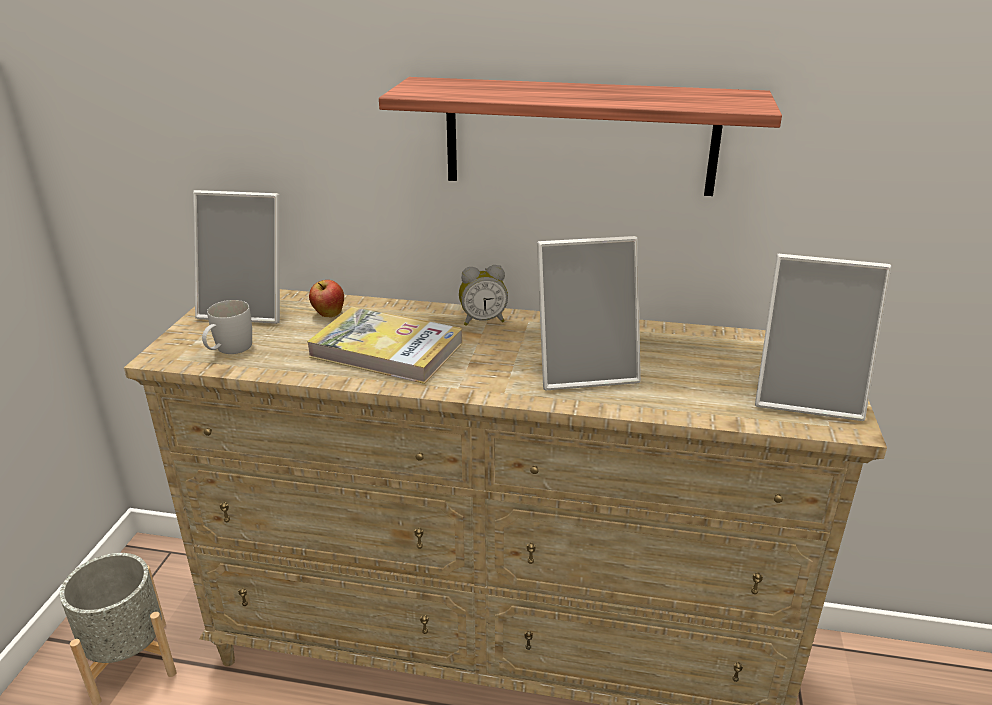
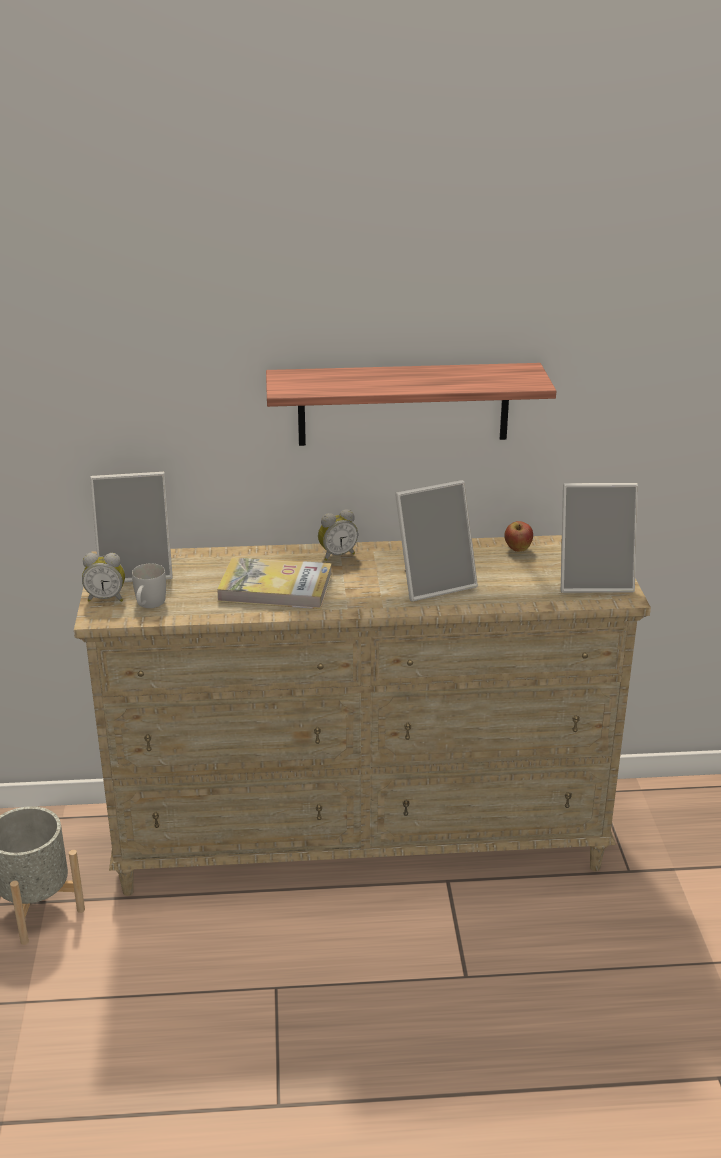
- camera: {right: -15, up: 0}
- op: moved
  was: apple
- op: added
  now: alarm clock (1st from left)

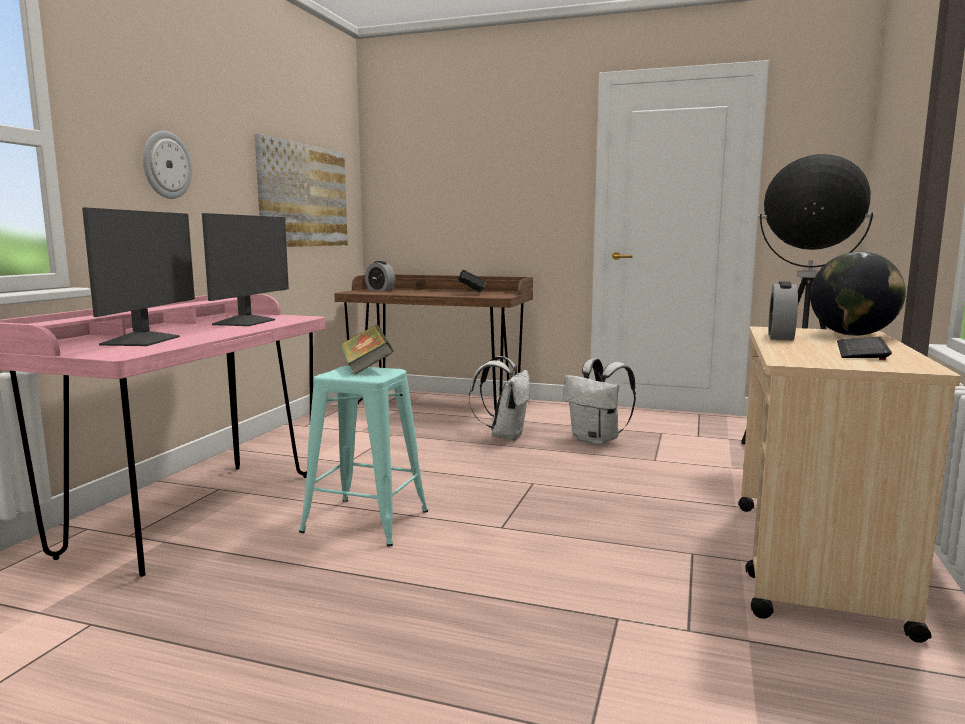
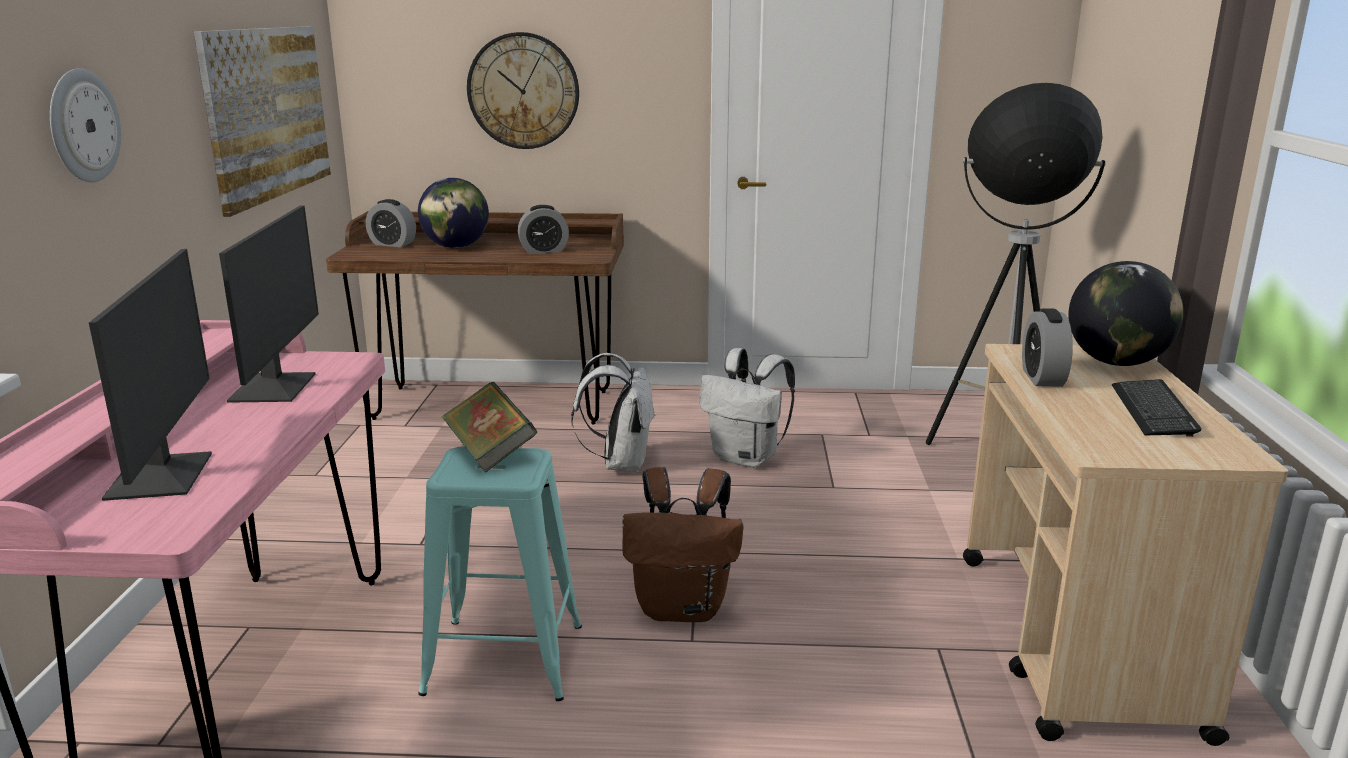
- camera: {right: -15, up: 10}
- op: replaced
  was: bound book (2nd from left)
  now: alarm clock (2nd from left)
- op: added
  now: hanging clock (2nd from left)
- op: added
  now: world globe (1st from left)
- op: added
  now: brownish rucksack

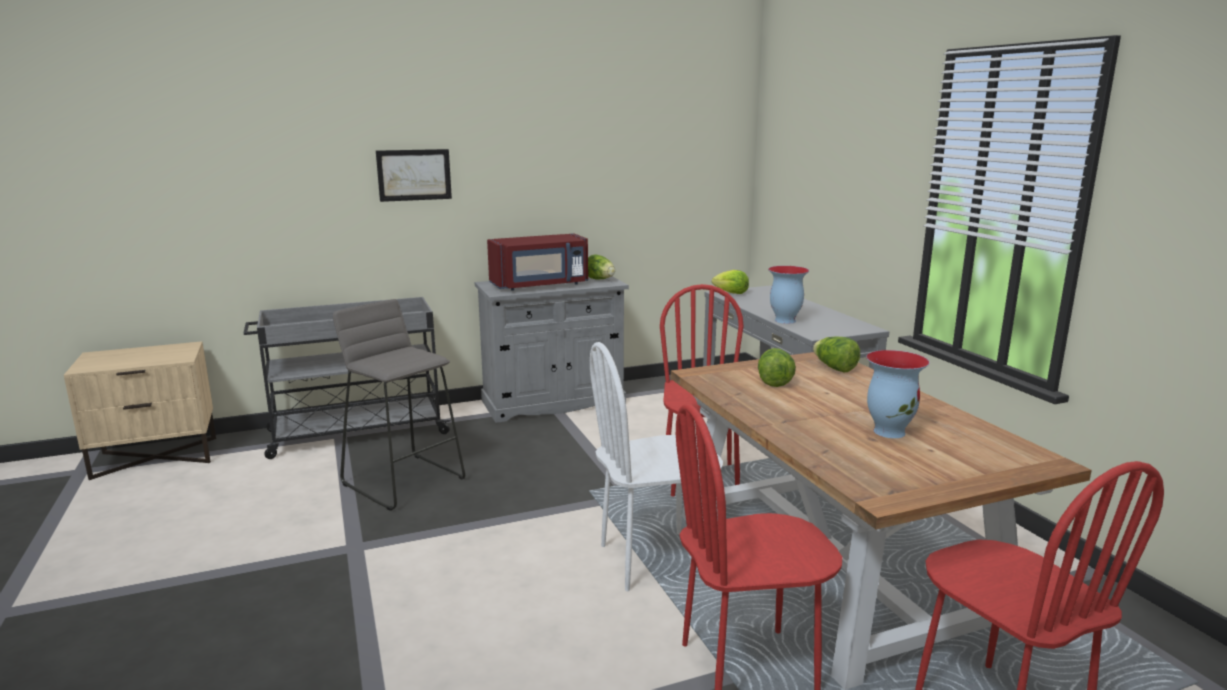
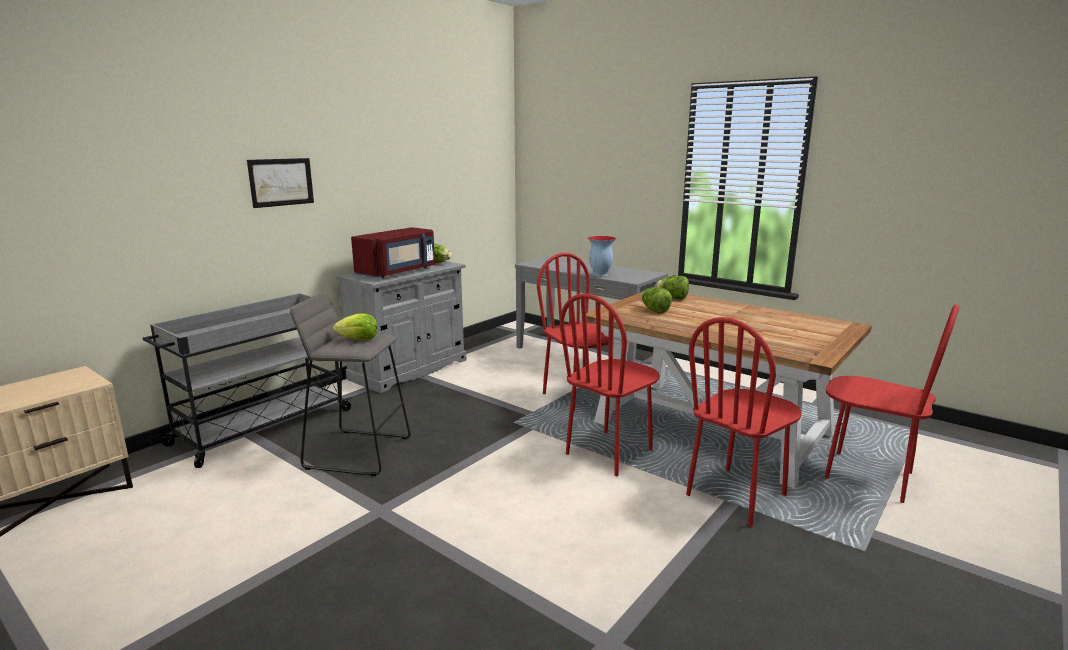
- camera: {right: -30, up: 0}
- op: moved
  was: lettuce (2nd from left in the first image)
  now: lettuce (1st from left)
- op: recoloured
  was: white-coloured upright chair
  now: red-coloured upright chair (2nd from left)
- op: removed
  was: vase (2nd from left)

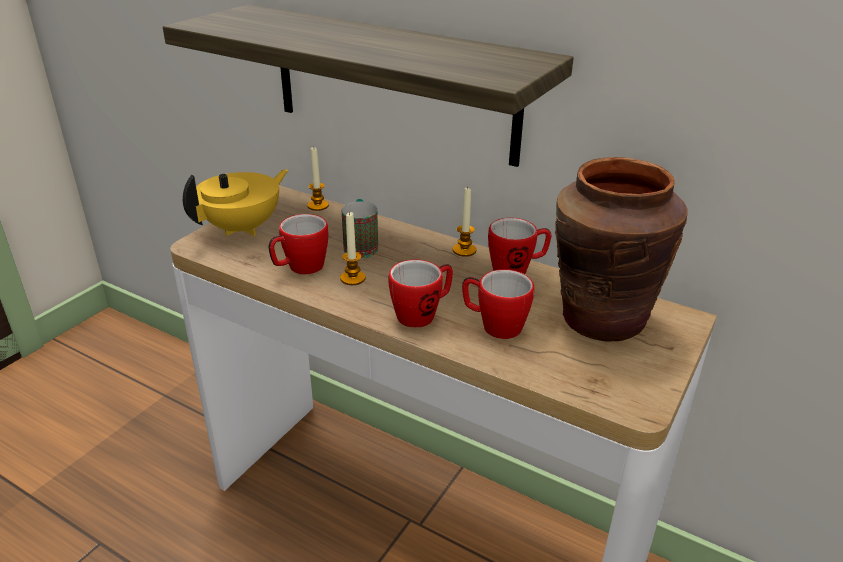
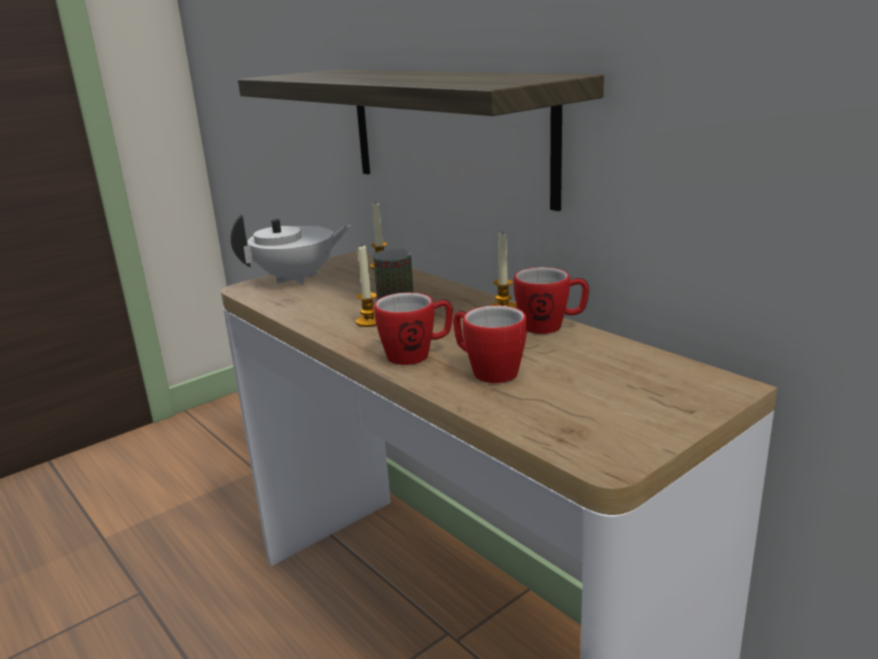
- camera: {right: 20, up: -10}
- op: removed
  was: brownish vase
- op: recoloured
  was: yellowish teapot
  now: white-coloured teapot
- op: removed
  was: coffee mug (1st from left)

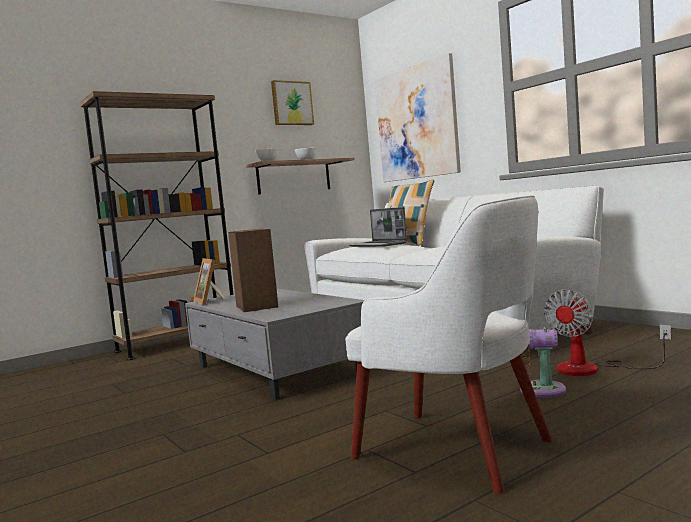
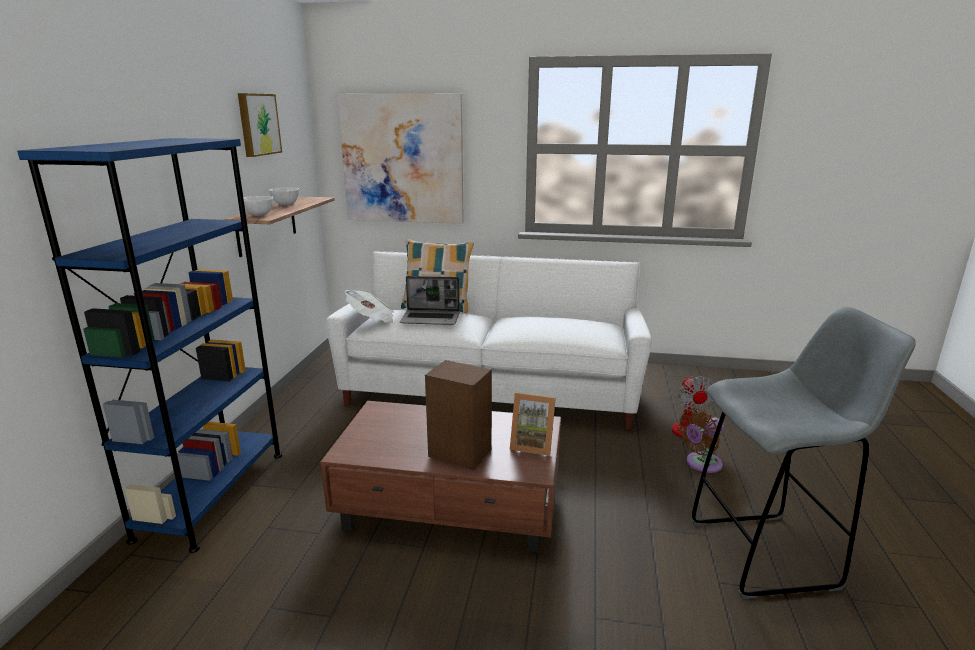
- camera: {right: -45, up: 15}
- op: recoloured
  was: brownish shelving unit
  now: bluish shelving unit
- op: replaced
  was: white-coloured easy chair
  now: greyish stool
- op: moved
  was: picture frame
- op: recoloured
  was: greyish low table
  now: brownish low table
- op: added
  now: printed paper

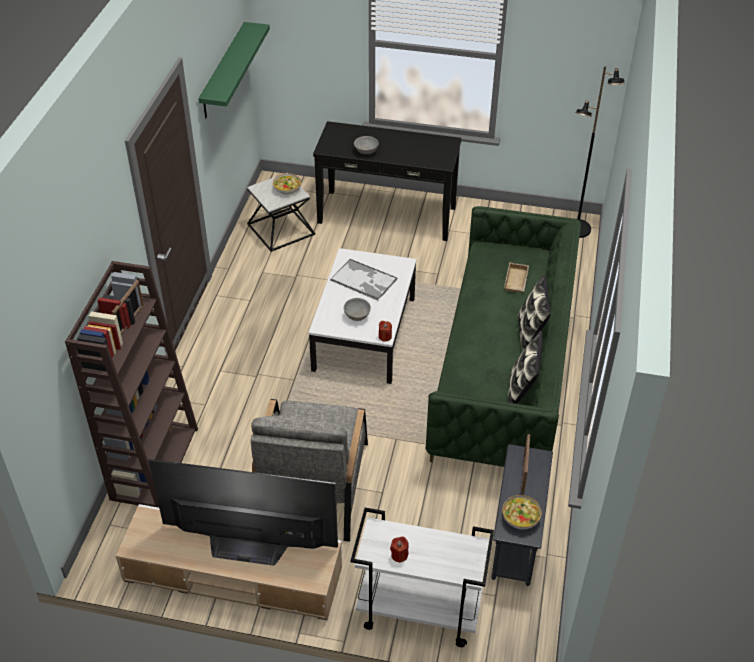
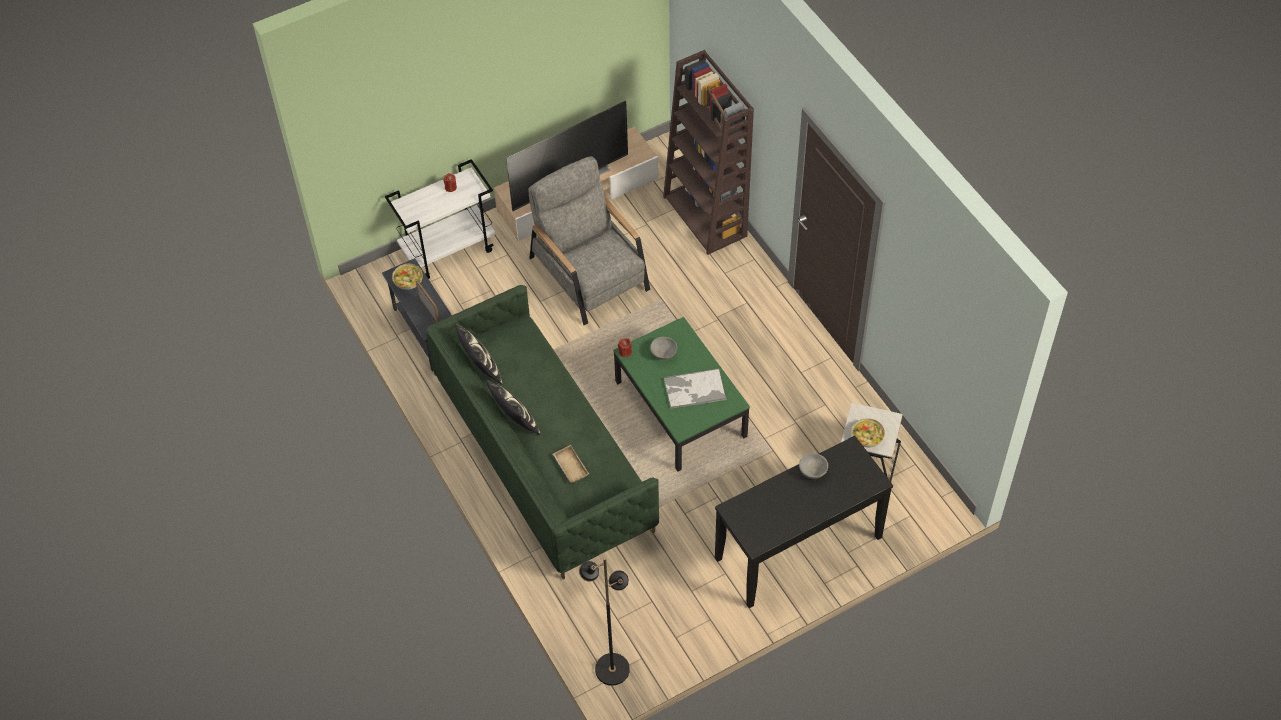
- camera: {right: 140, up: 10}
- op: removed
  was: green-coloured shelf
- op: recoloured
  was: white-coloured low table
  now: green-coloured low table

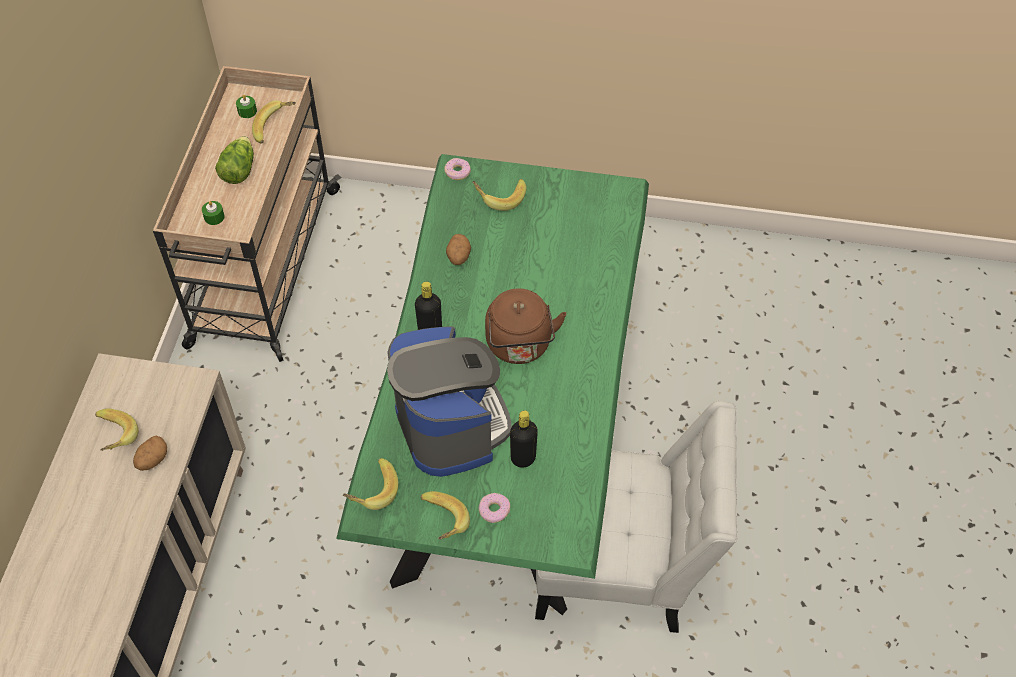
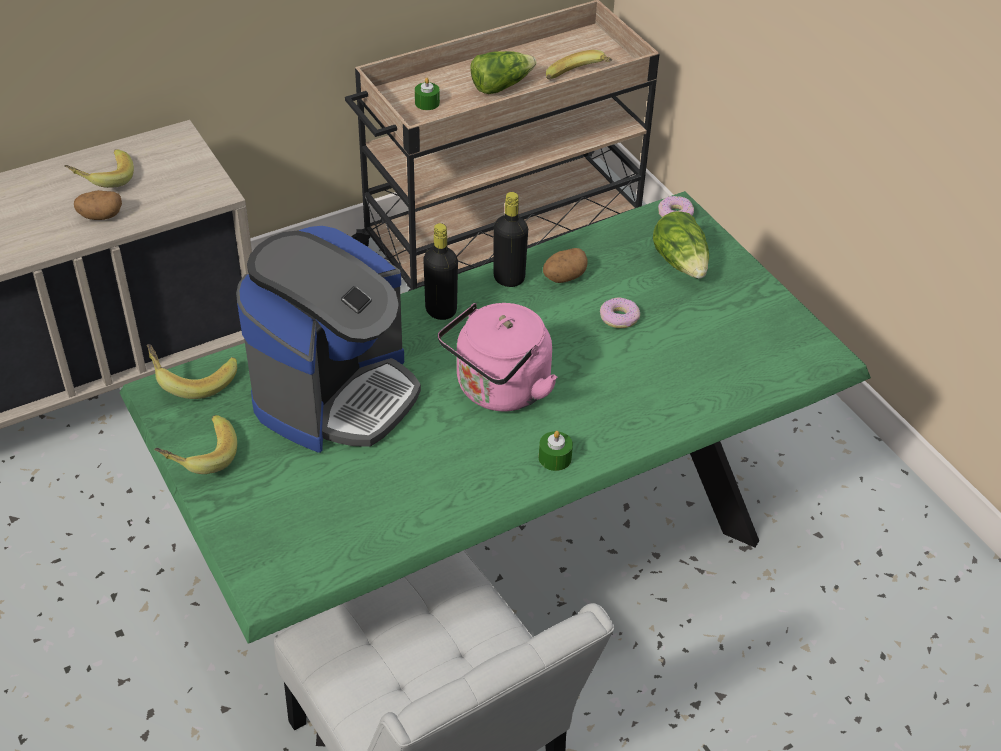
- camera: {right: 50, up: -10}
- op: moved
  was: green-coloured candle (2nd from left)
- op: replaced
  was: banana fruit (5th from left)
  now: lettuce (2nd from left)
- op: recoloured
  was: brownish tea kettle
  now: pink-coloured tea kettle
- op: moved
  was: blackish beverage bottle (2nd from left)
- op: moved
  was: donut (2nd from left in the first image)
  now: donut (1st from left)

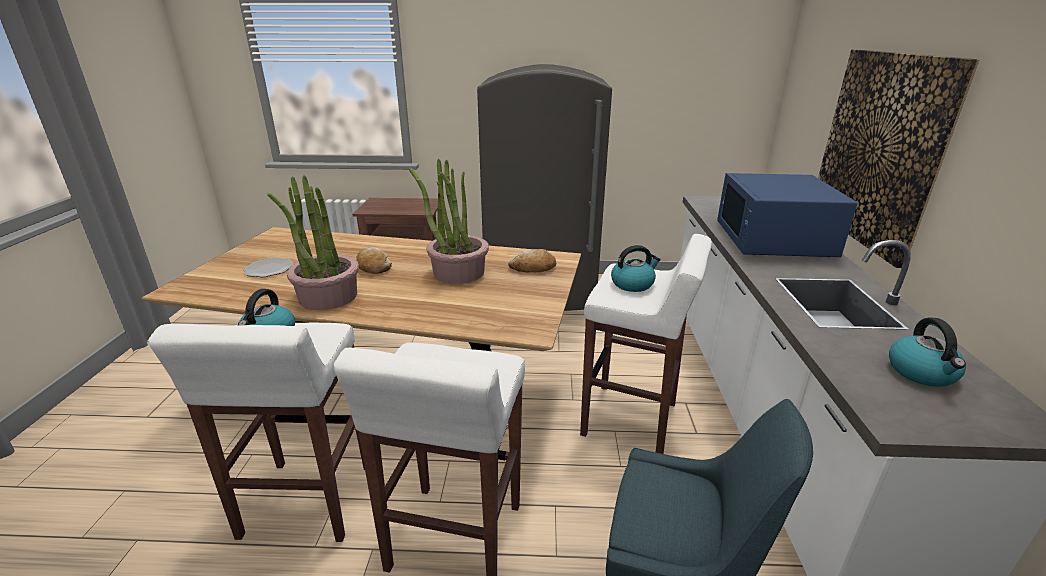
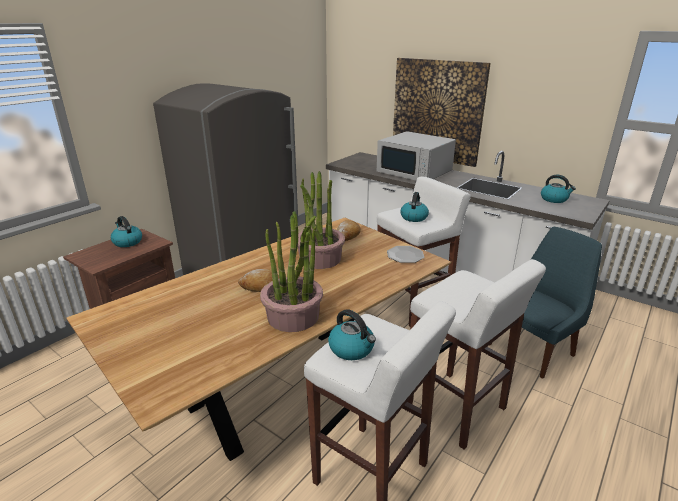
- camera: {right: -55, up: 0}
- op: recoloured
  was: bluish microwave
  now: white-coloured microwave
- op: moved
  was: flat dish
- op: added
  now: tea kettle (1st from left)

